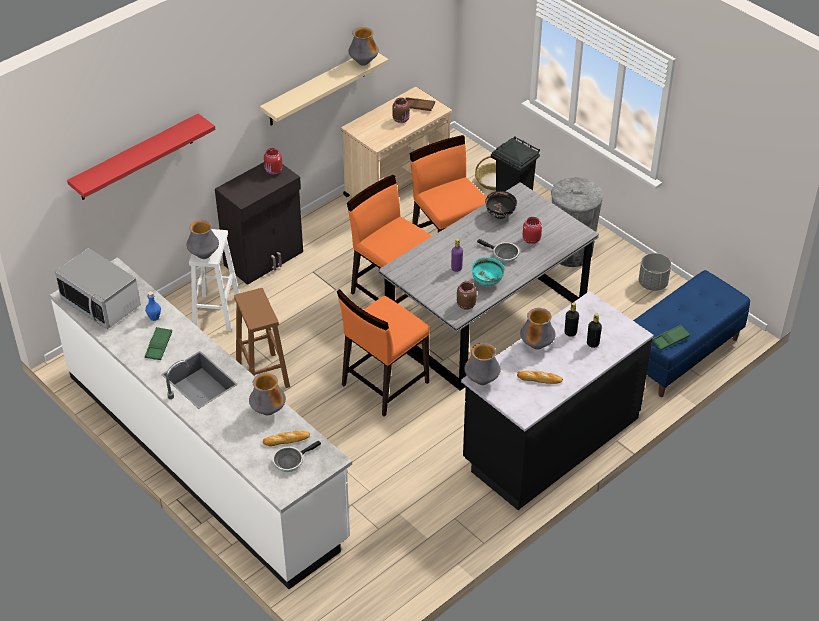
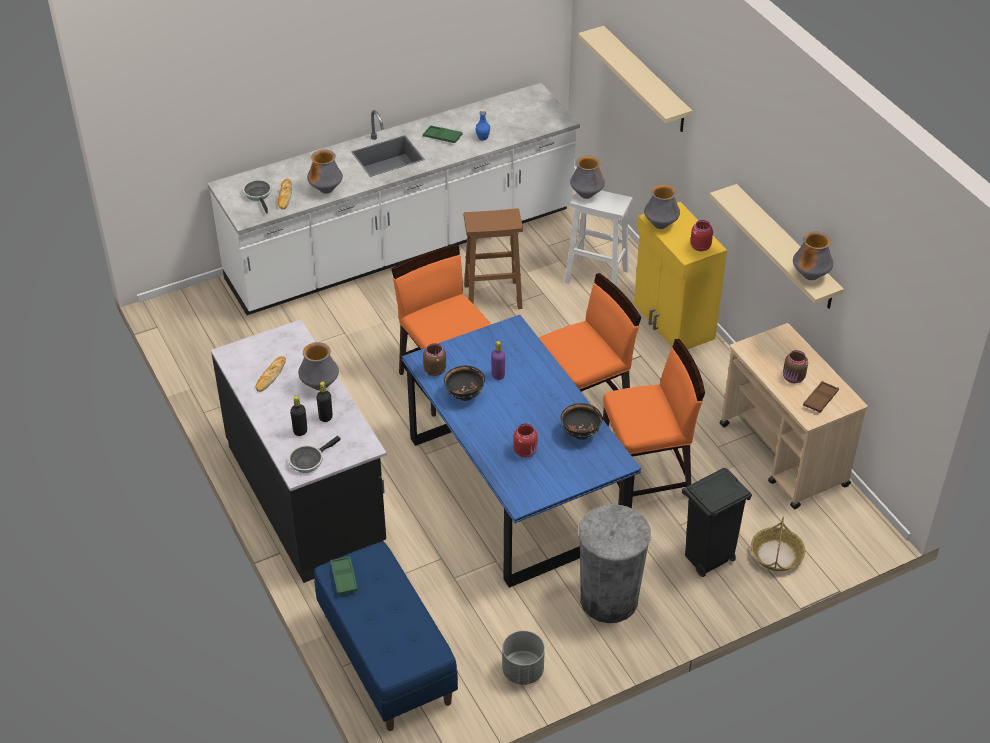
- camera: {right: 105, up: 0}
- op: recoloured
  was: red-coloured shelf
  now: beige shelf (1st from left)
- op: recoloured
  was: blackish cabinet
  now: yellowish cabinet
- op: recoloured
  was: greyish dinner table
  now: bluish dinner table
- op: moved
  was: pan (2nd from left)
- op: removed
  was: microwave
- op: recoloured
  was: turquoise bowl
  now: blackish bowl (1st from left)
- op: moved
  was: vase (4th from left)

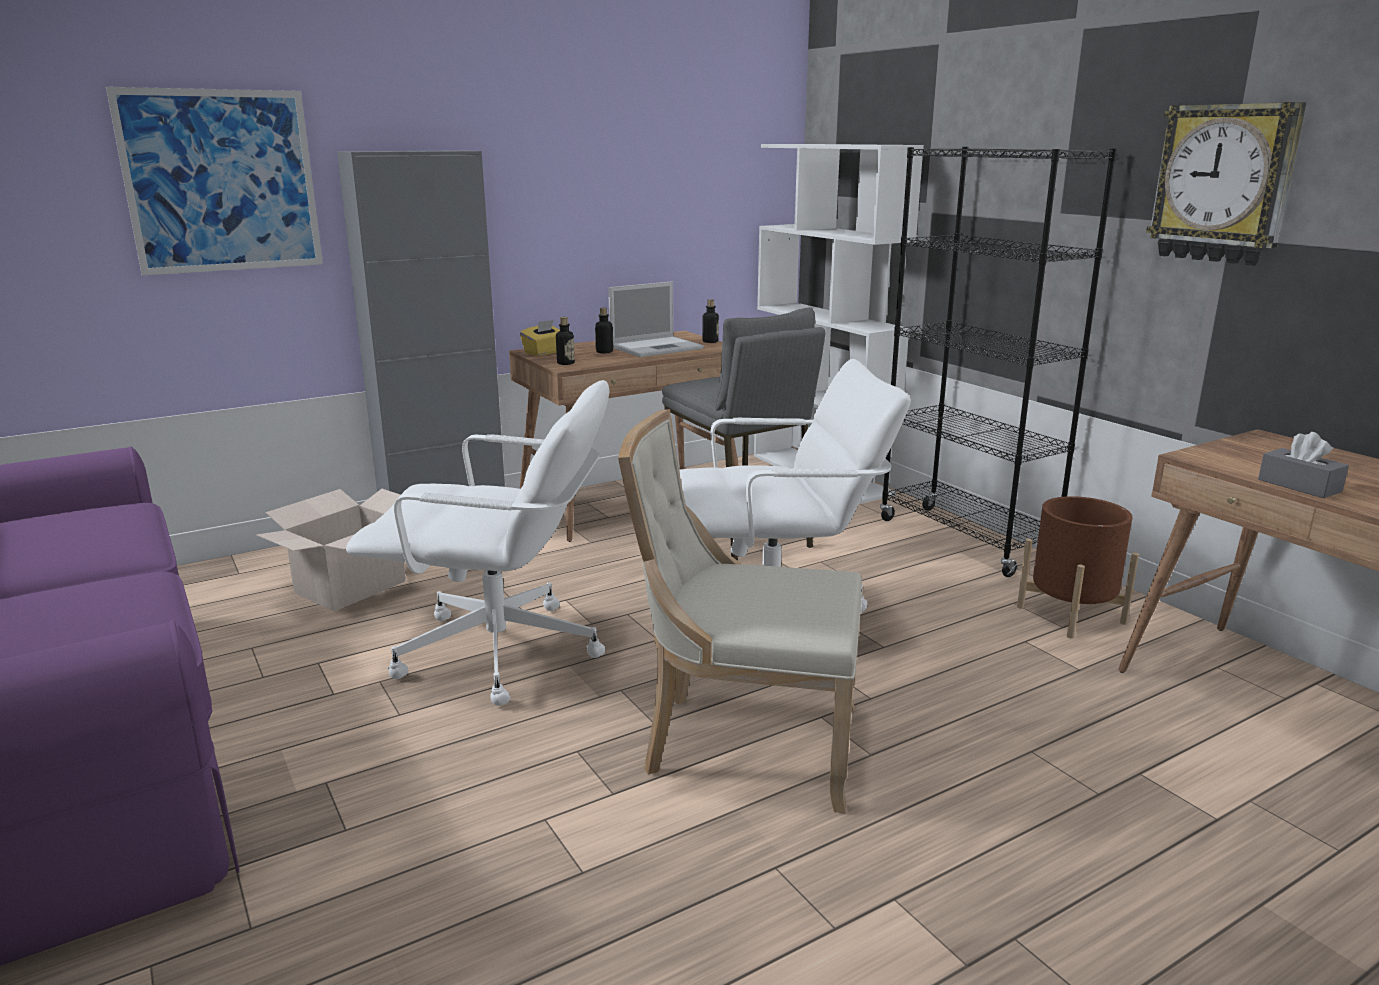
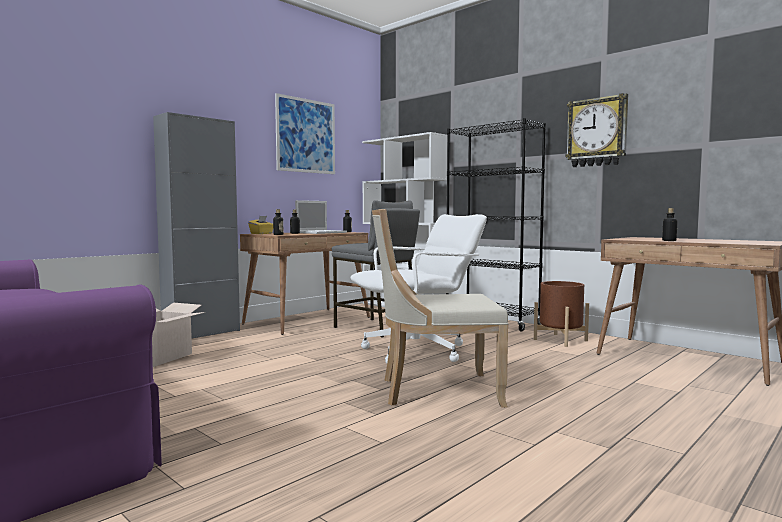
- camera: {right: -15, up: -15}
- op: moved
  was: wall picture
- op: removed
  was: white-coloured computer chair (1st from left)
- op: replaced
  was: greyish tissue box
  now: beverage bottle (4th from left)

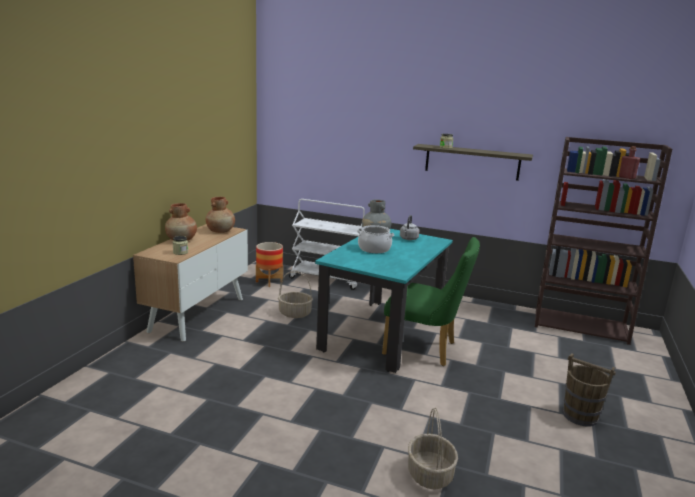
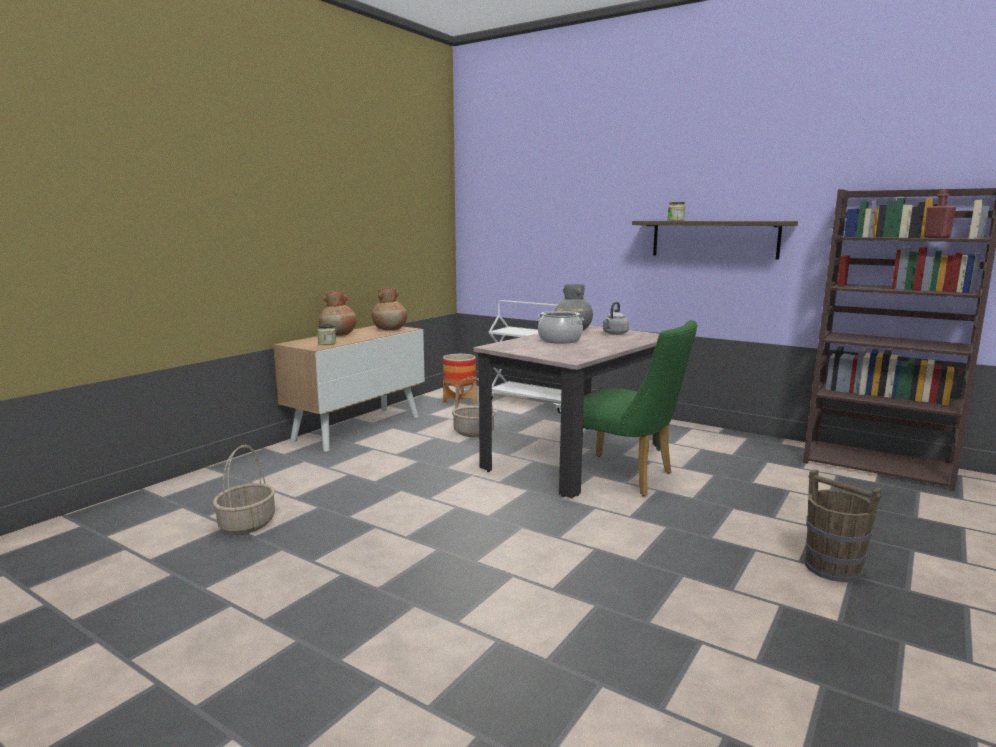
- camera: {right: 15, up: -5}
- op: recoloured
  was: turquoise dinner table
  now: beige dinner table
- op: moved
  was: storage basket (2nd from left in the first image)
  now: storage basket (1st from left)

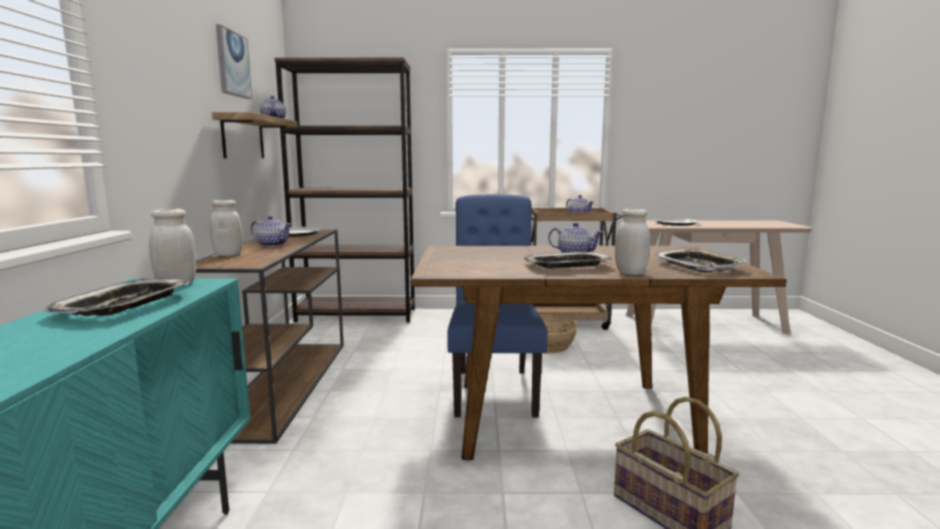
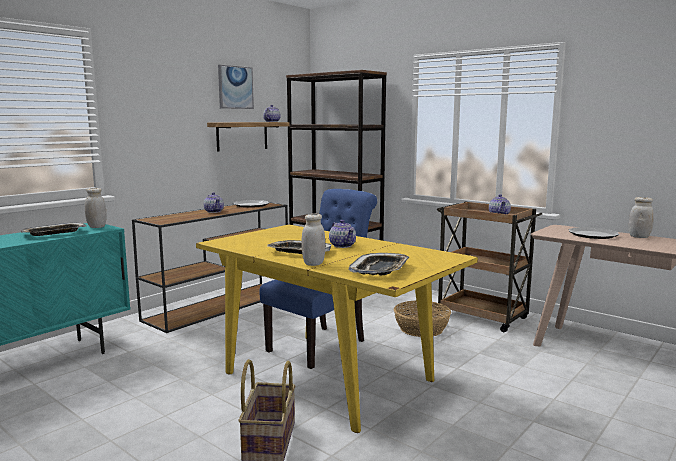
- camera: {right: 40, up: 0}
- op: moved
  was: white-coloured preserve jar (2nd from left in the first image)
  now: white-coloured preserve jar (3rd from left)
- op: recoloured
  was: brownish dinner table
  now: yellowish dinner table

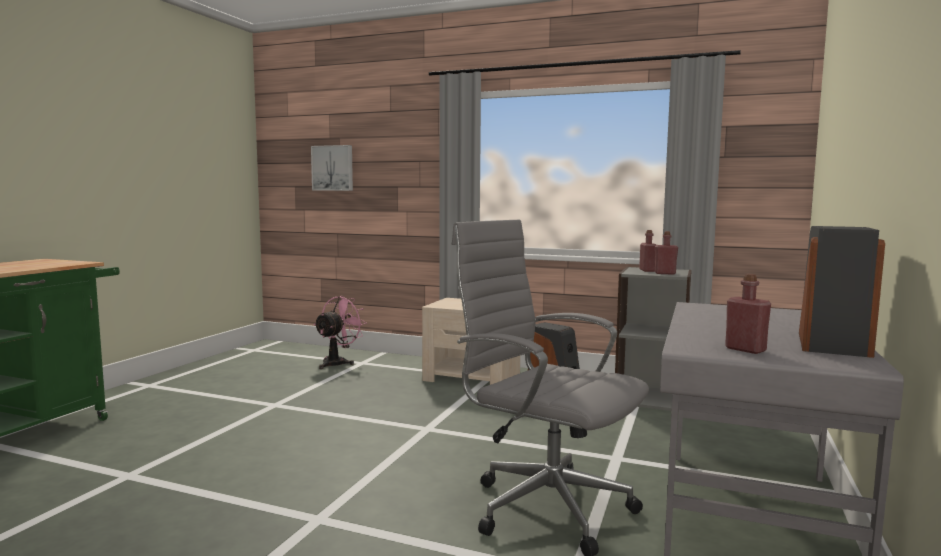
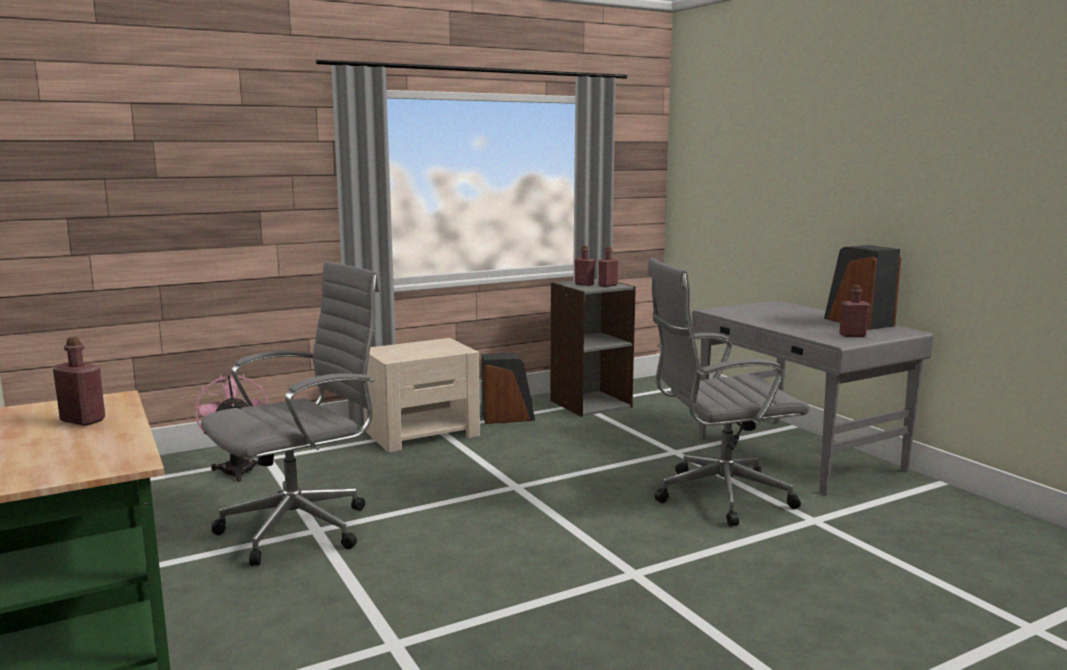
- camera: {right: -50, up: 5}
- op: removed
  was: wall picture
- op: added
  now: greyish computer chair (1st from left)
- op: added
  now: red-coloured beverage bottle (1st from left)

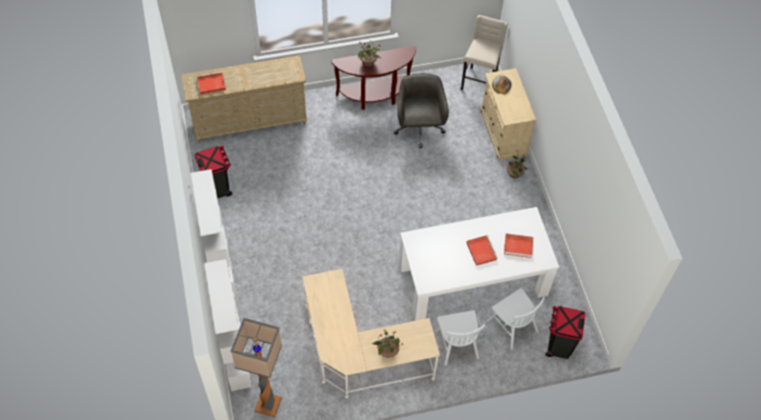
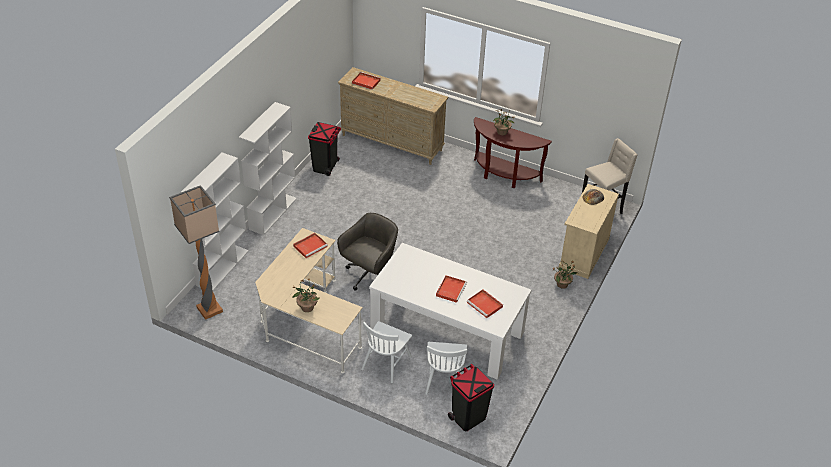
- camera: {right: 40, up: -15}
- op: moved
  was: greyish computer chair
- op: added
  now: red-coloured tray (1st from left)

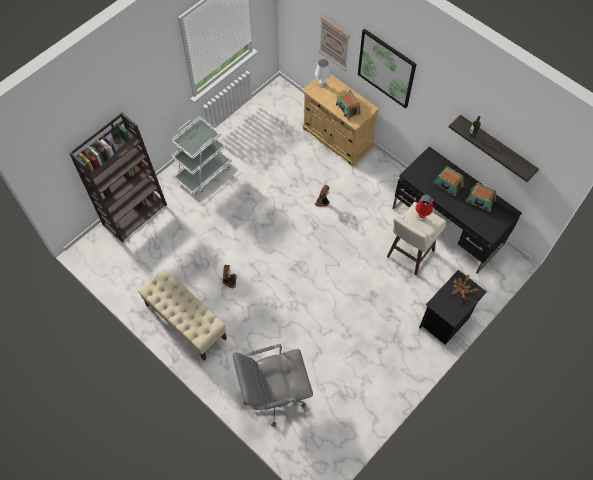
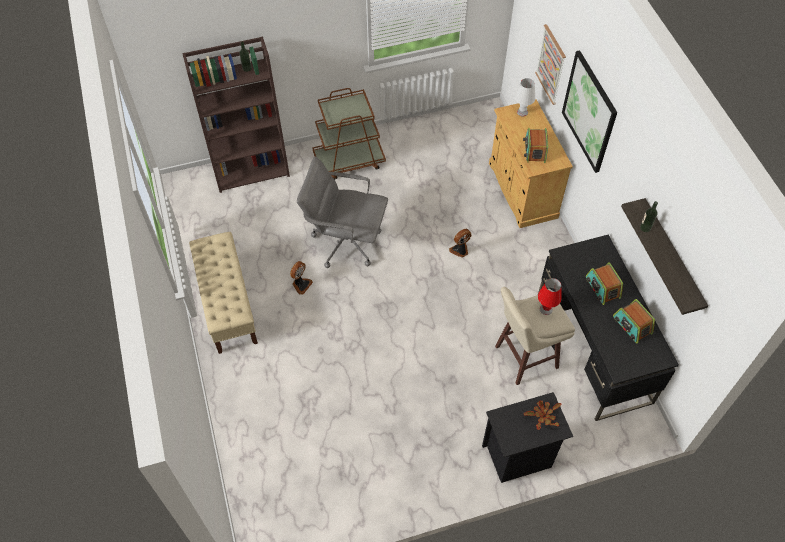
- camera: {right: 30, up: -5}
- op: recoloured
  was: white-coloured wheeled cart
  now: brownish wheeled cart
- op: moved
  was: greyish computer chair

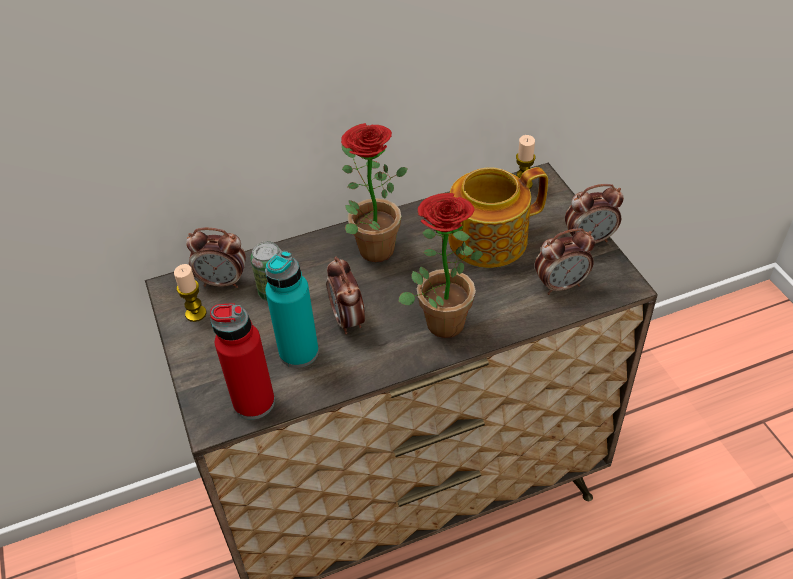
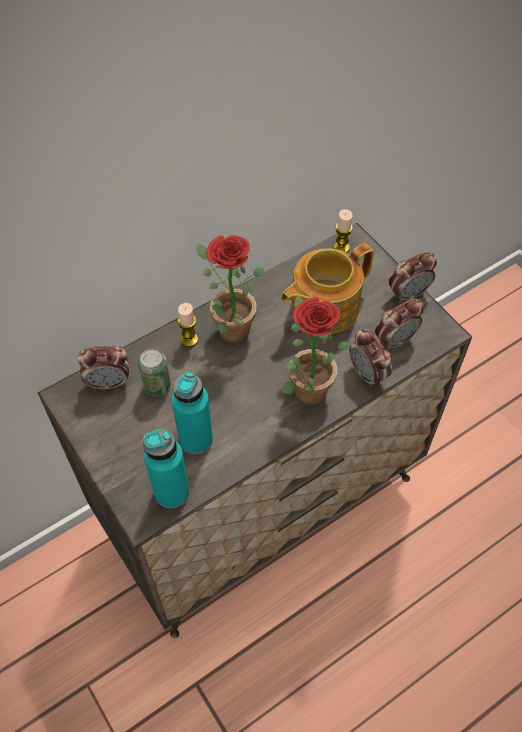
- camera: {right: -15, up: 10}
- op: moved
  was: alarm clock (2nd from left)
- op: moved
  was: candle (1st from left)
- op: recoloured
  was: red-coloured beverage bottle
  now: turquoise beverage bottle (1st from left)

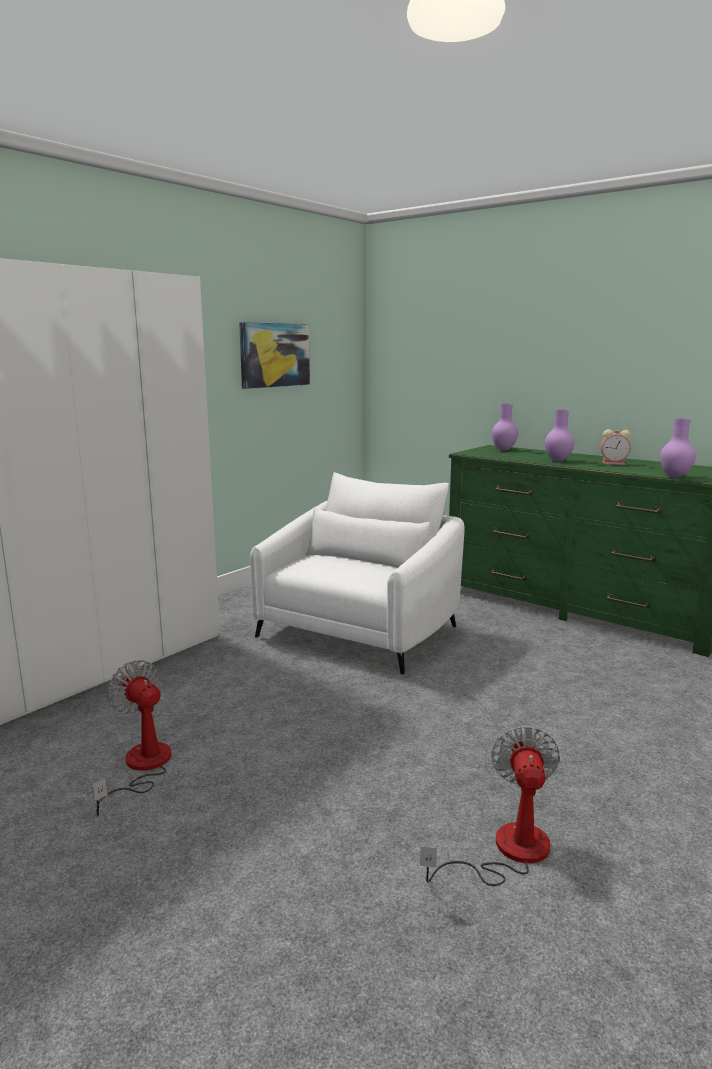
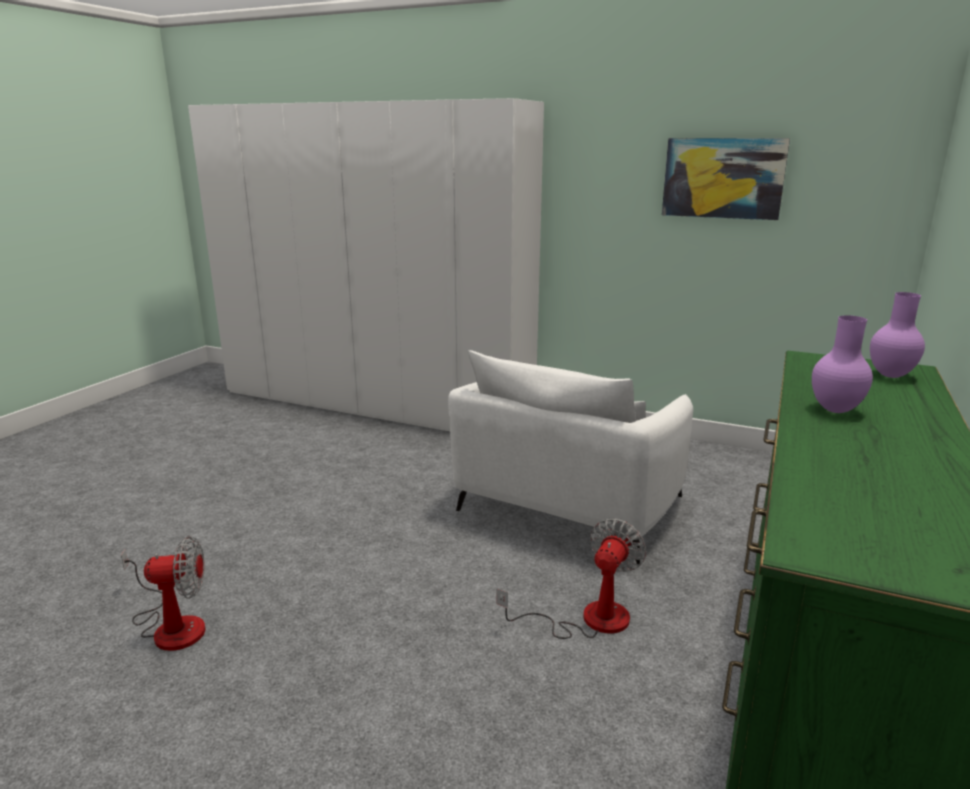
- camera: {right: 75, up: 5}
- op: removed
  was: purple-coloured vase (3rd from left)
- op: removed
  was: alarm clock
- op: turned
  was: white-coloured easy chair
  clockwise: 105
- op: moved
  was: electric fan (1st from left in the first image)
  now: electric fan (2nd from left)

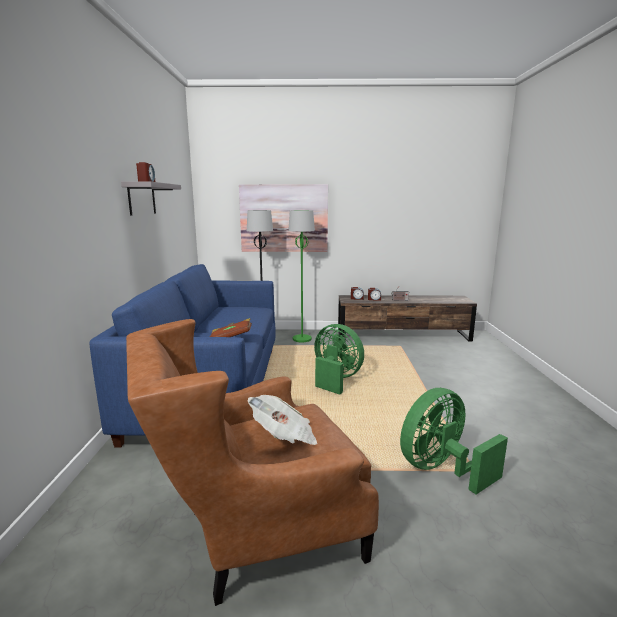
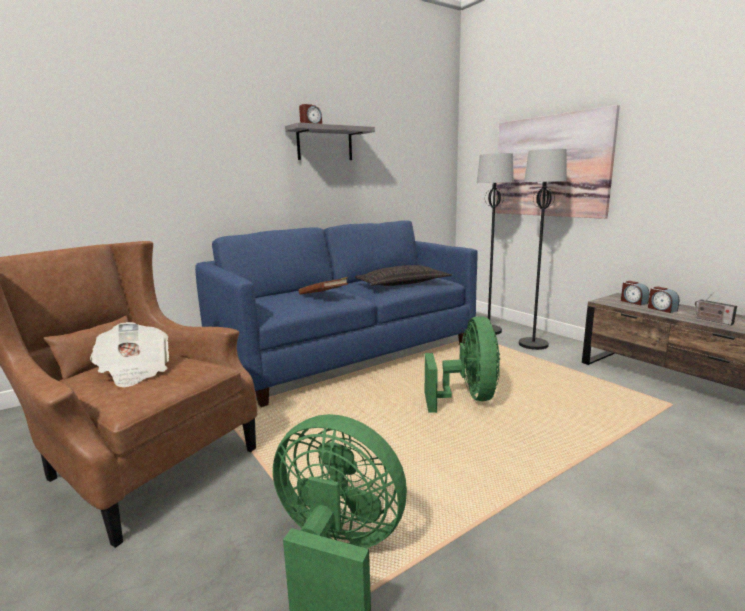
- camera: {right: 55, up: 0}
- op: recoloured
  was: green-coloured standing lamp
  now: blackish standing lamp (2nd from left)
- op: added
  now: pillow

